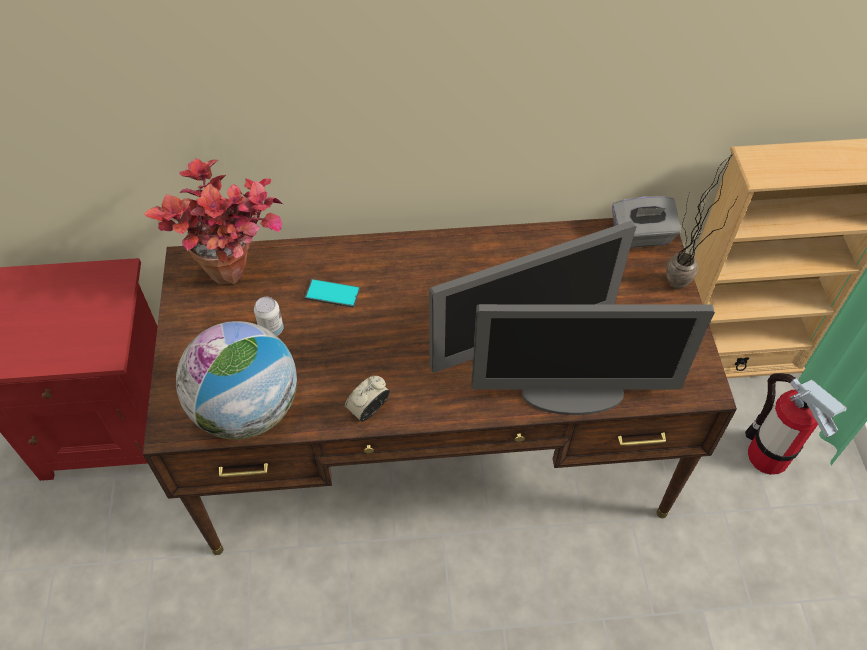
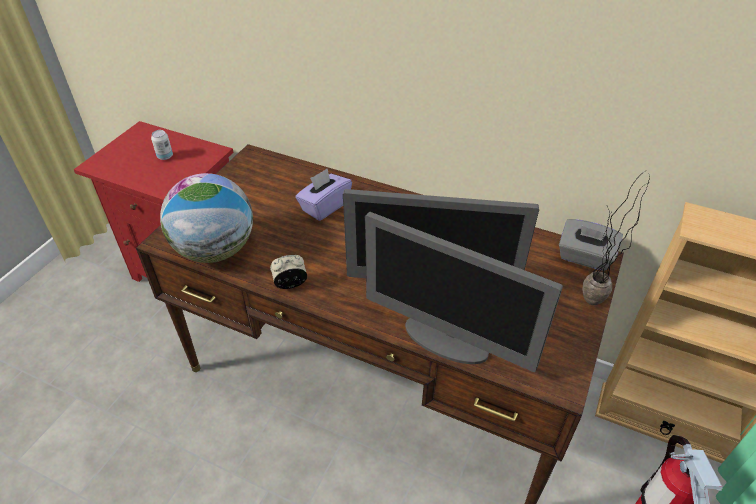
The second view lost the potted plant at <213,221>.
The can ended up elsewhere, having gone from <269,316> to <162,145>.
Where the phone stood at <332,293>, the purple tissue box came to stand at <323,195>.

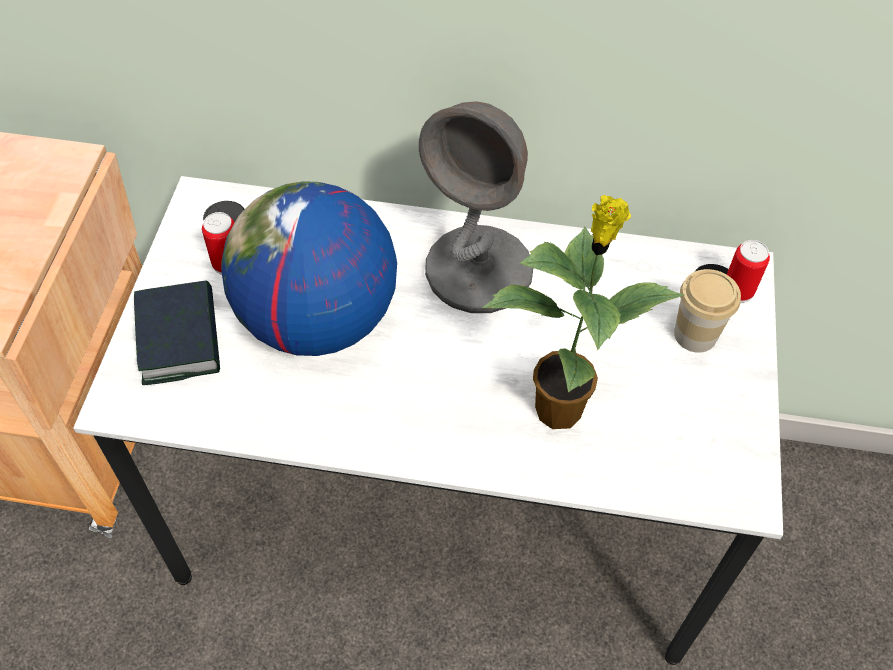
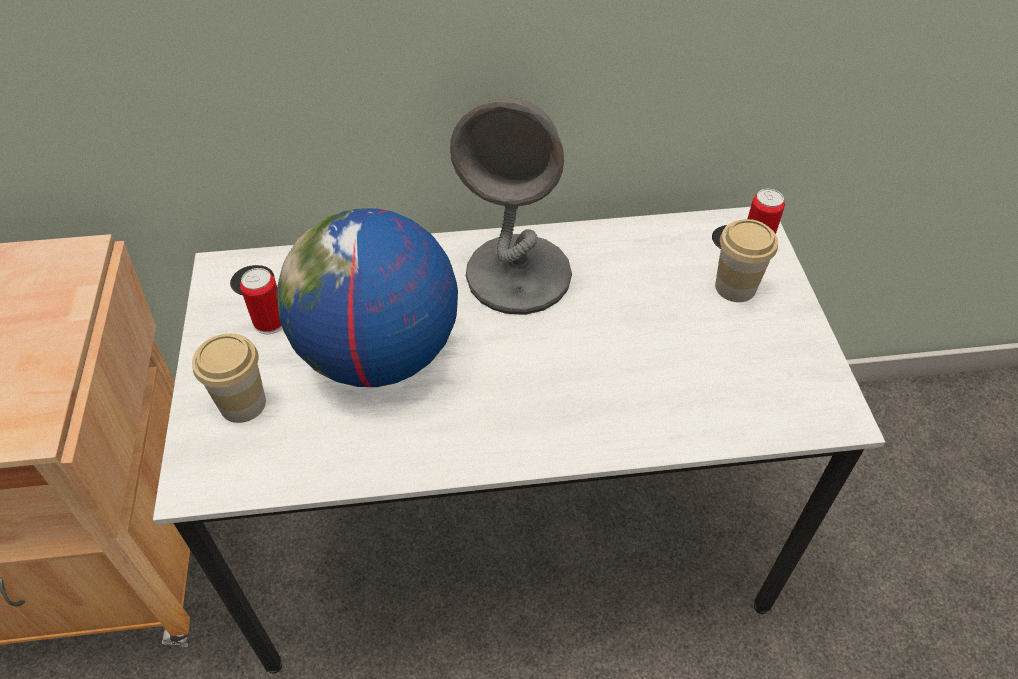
Where the book stood at <177,332>, the cup came to stand at <229,378>.
The second view lost the potted plant at <583,312>.

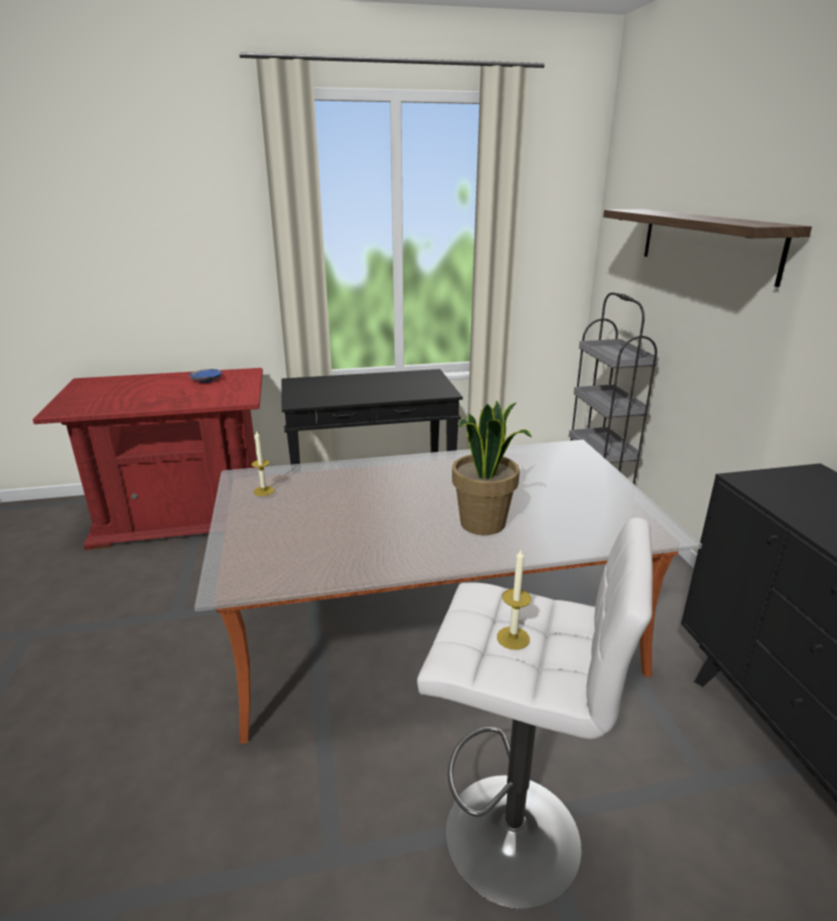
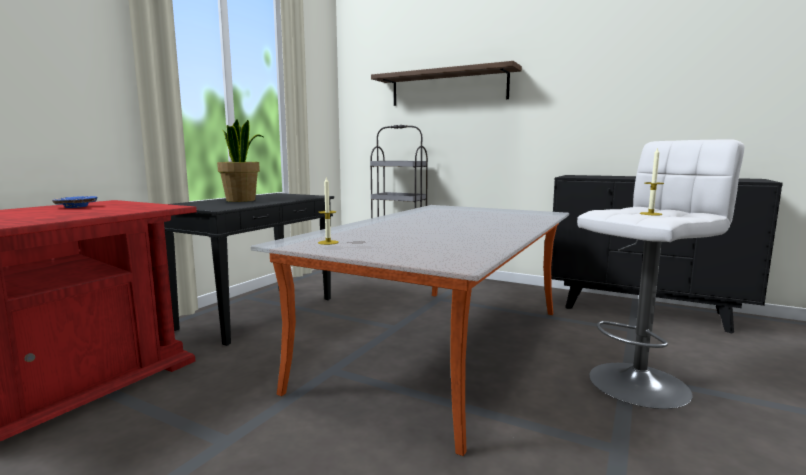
The potted plant ended up elsewhere, having gone from <492,468> to <240,160>.

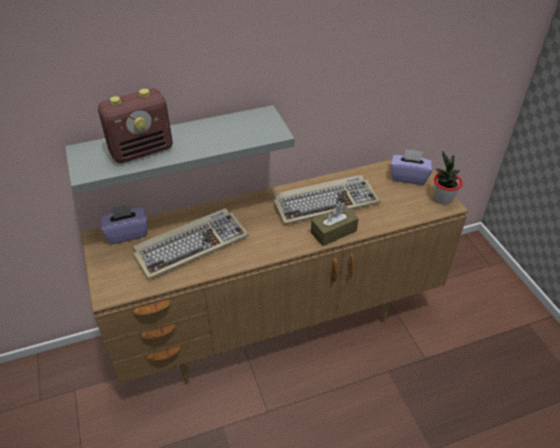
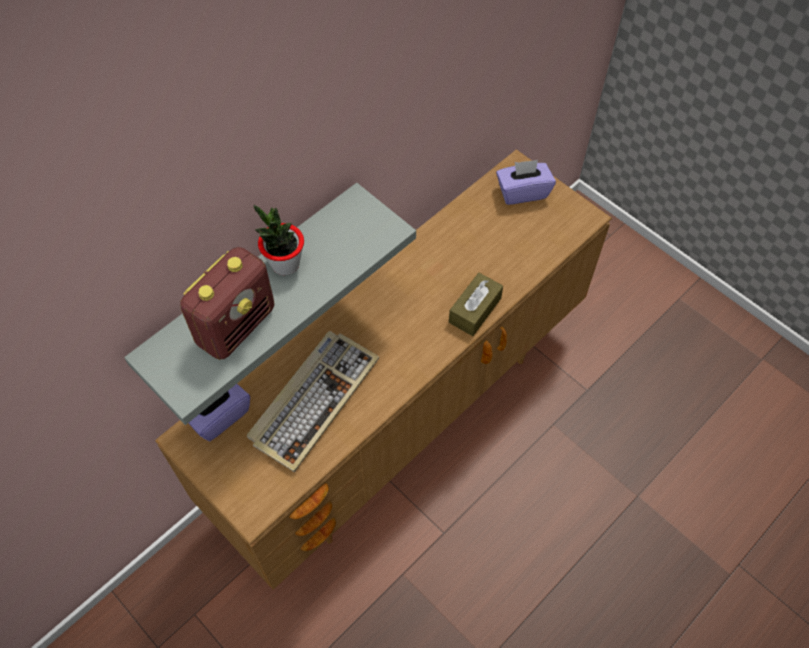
The second view lost the keyboard at <327,200>.
The potted plant ended up elsewhere, having gone from <448,178> to <279,240>.

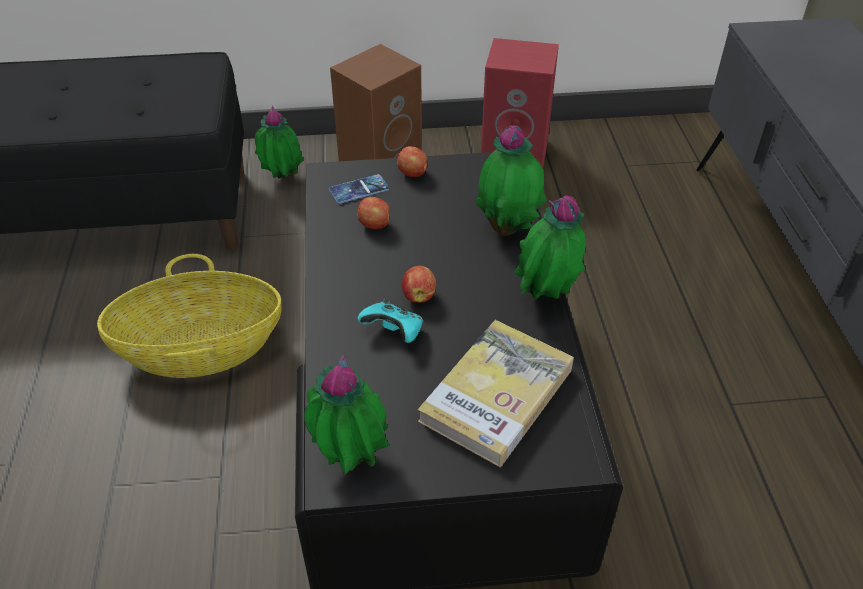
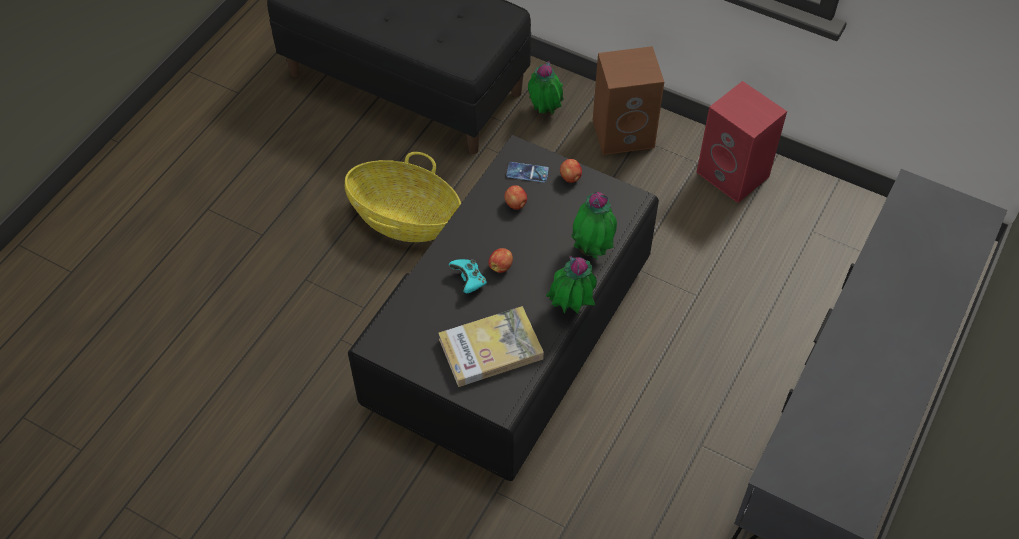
The second view lost the potted plant at <347,414>.

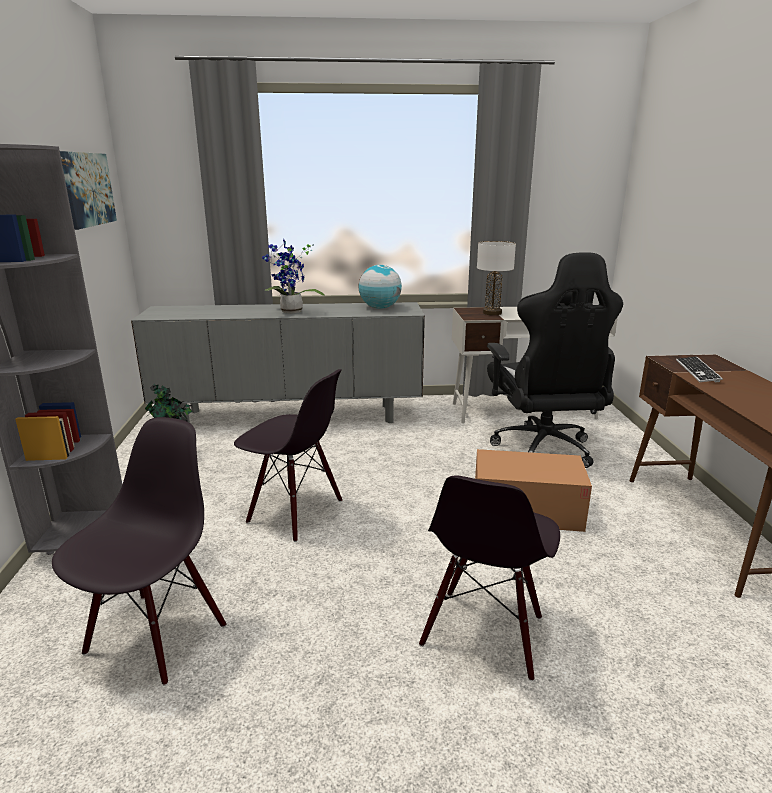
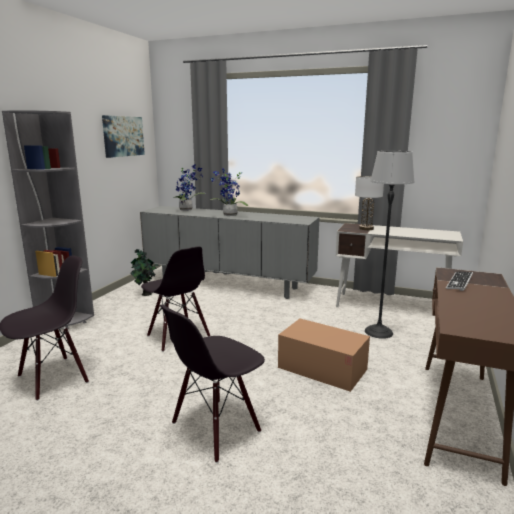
The second view lost the globe at <380,287>.
Where the black office chair stood at <555,360>, the floor lamp came to stand at <390,245>.
The second view gained the potted plant at <190,187>.

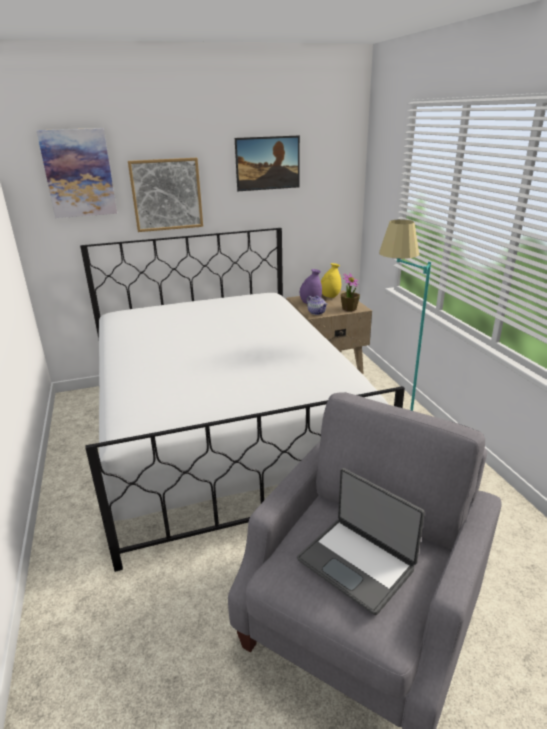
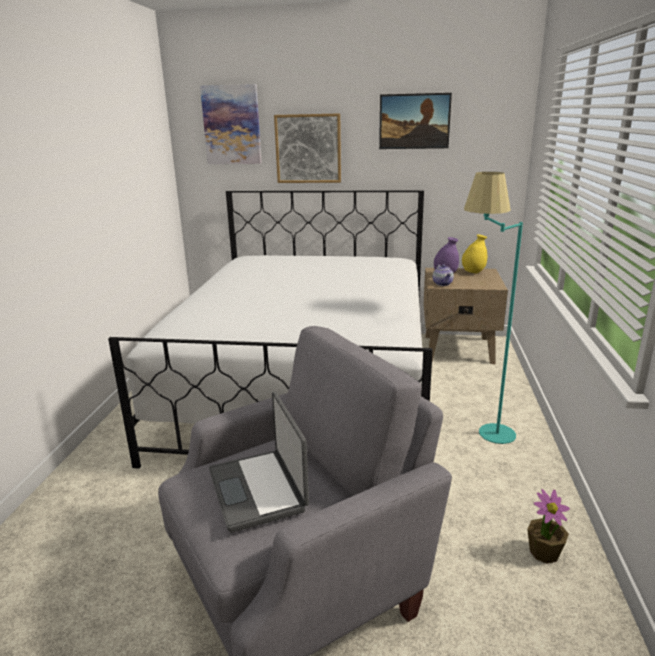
The potted plant ended up elsewhere, having gone from <350,292> to <548,526>.

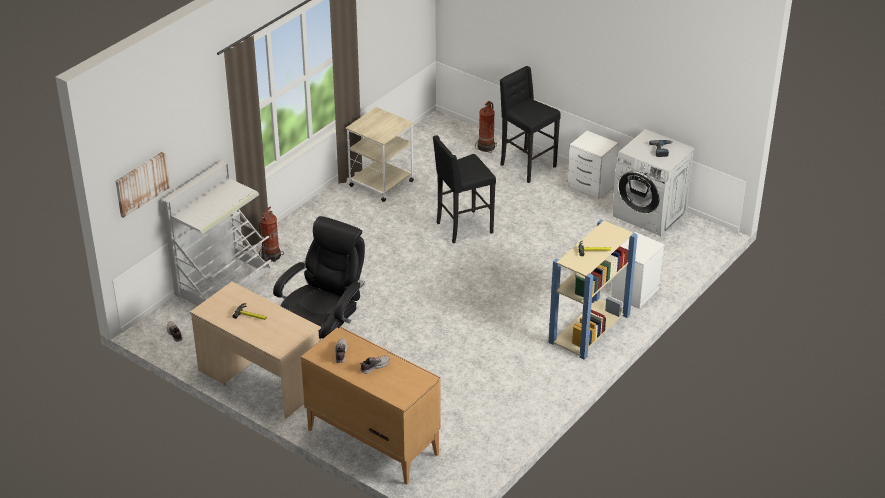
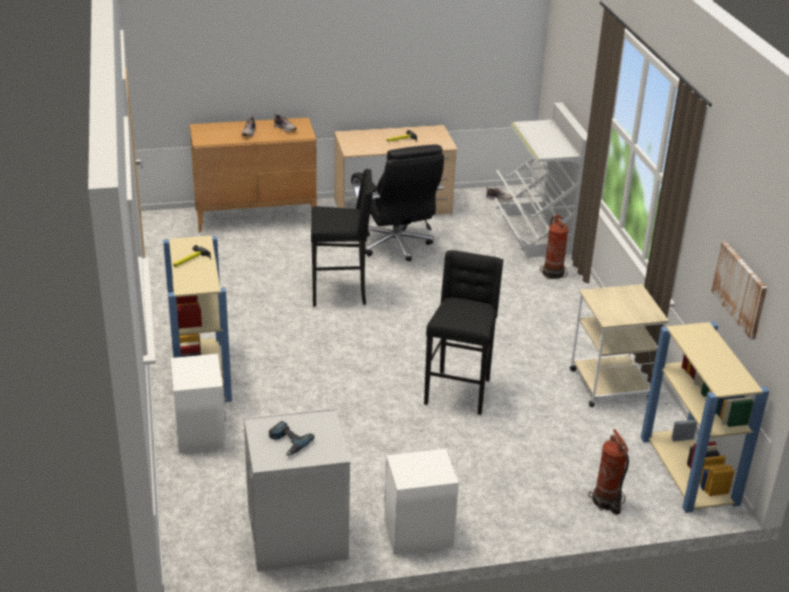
The picture ended up elsewhere, having gone from <143,184> to <739,290>.
The black stool ended up elsewhere, having gone from <530,124> to <342,238>.
The second view gained the beige bookcase at <705,417>.

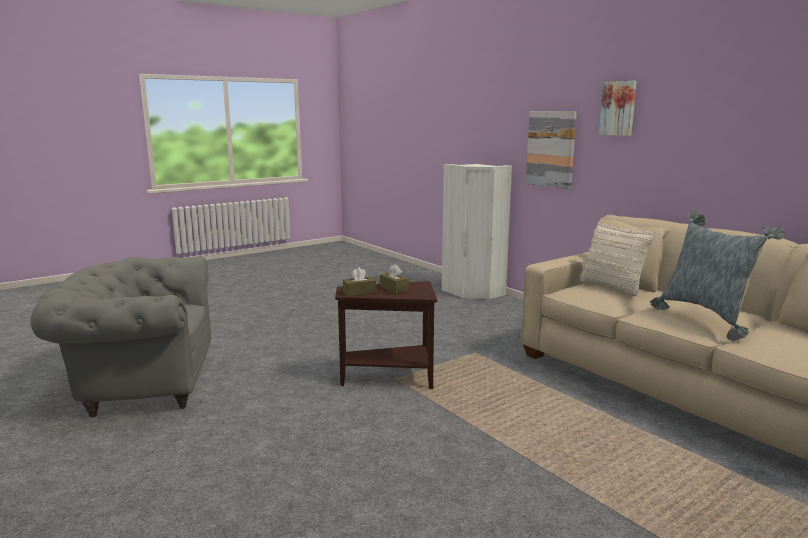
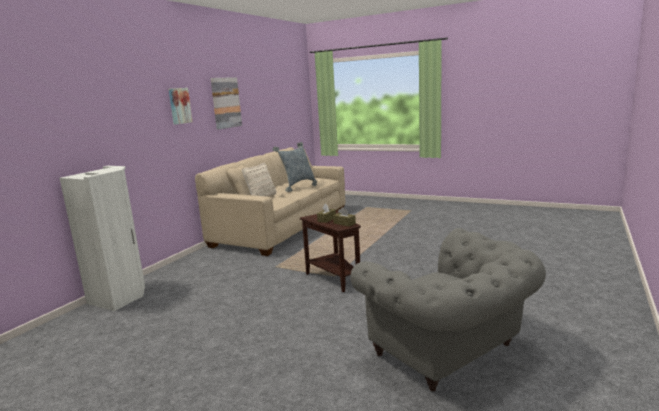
The picture ended up elsewhere, having gone from <551,150> to <226,103>.

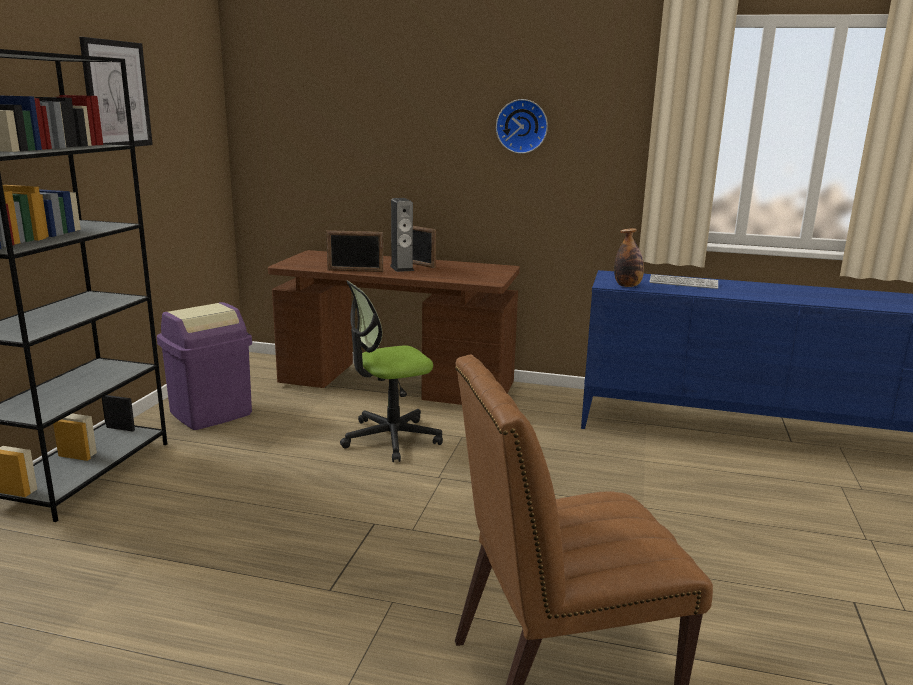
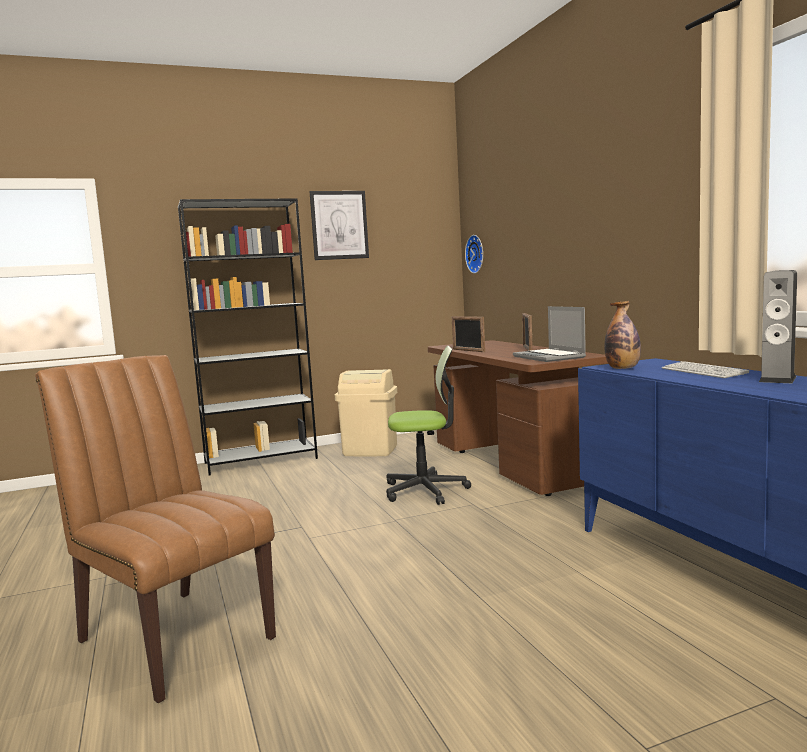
What was the purple trash can at <204,366> turned into the beige trash can at <366,413>.
The office chair at <391,371> ended up facing another way, 150 degrees clockwise from before.
The speaker ended up elsewhere, having gone from <402,235> to <778,326>.
The wall clock ended up elsewhere, having gone from <522,126> to <474,254>.
The second view gained the laptop at <549,334>.

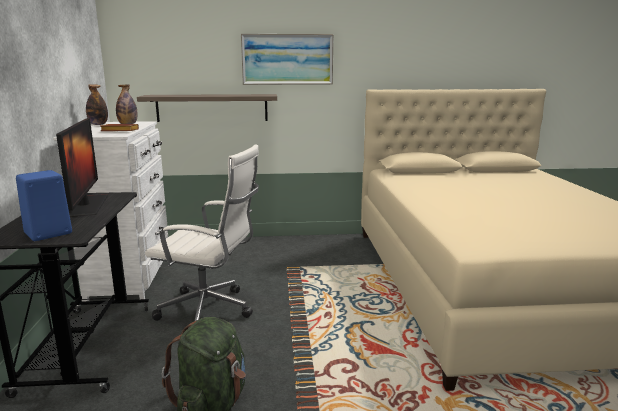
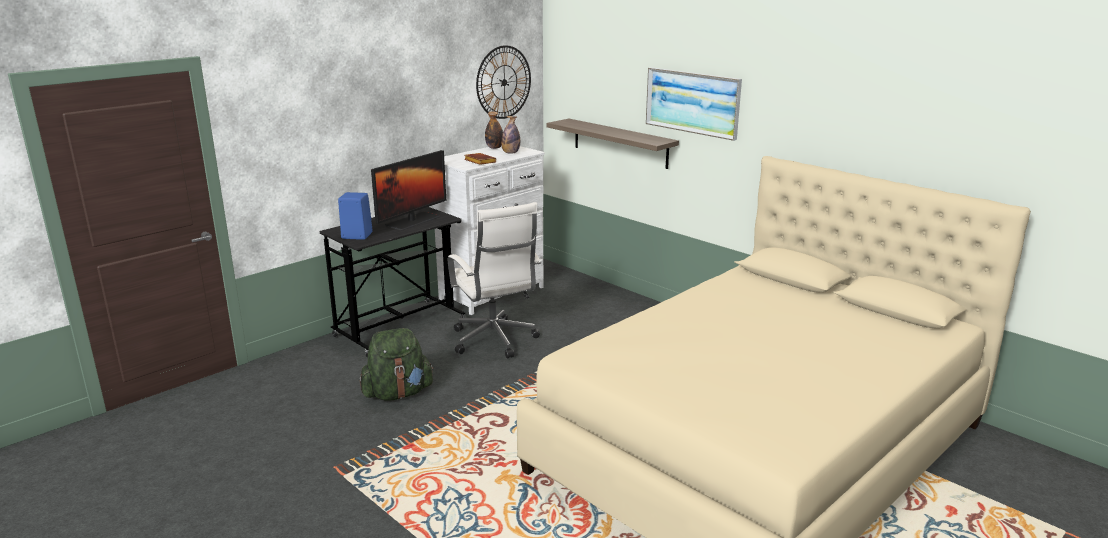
The second view gained the wall clock at <503,82>.

